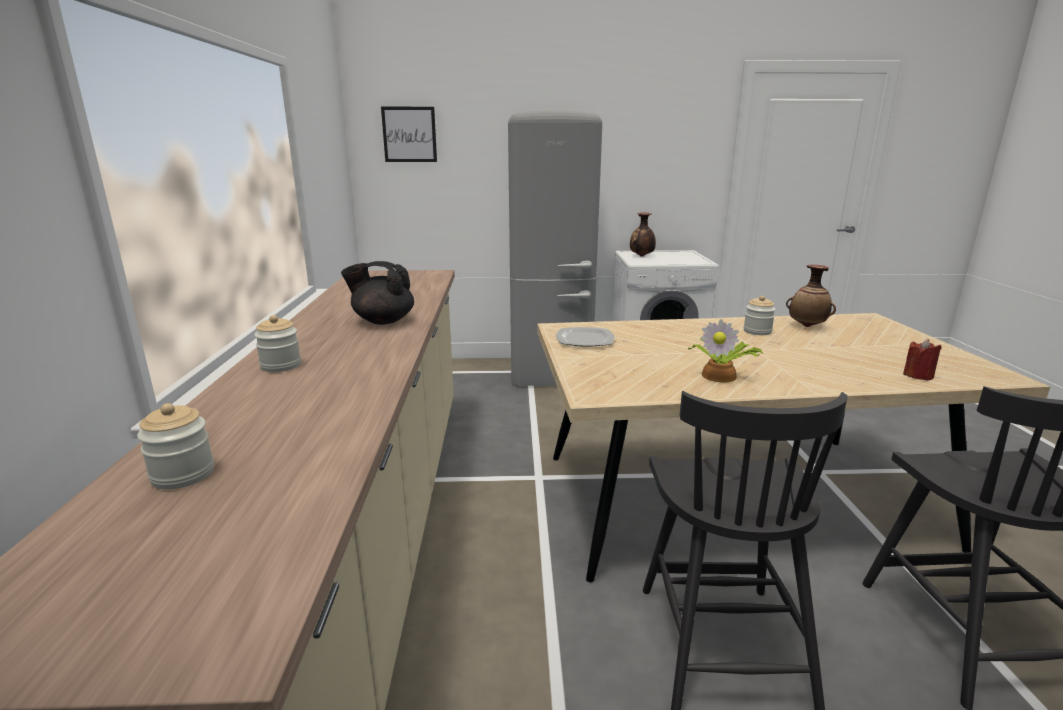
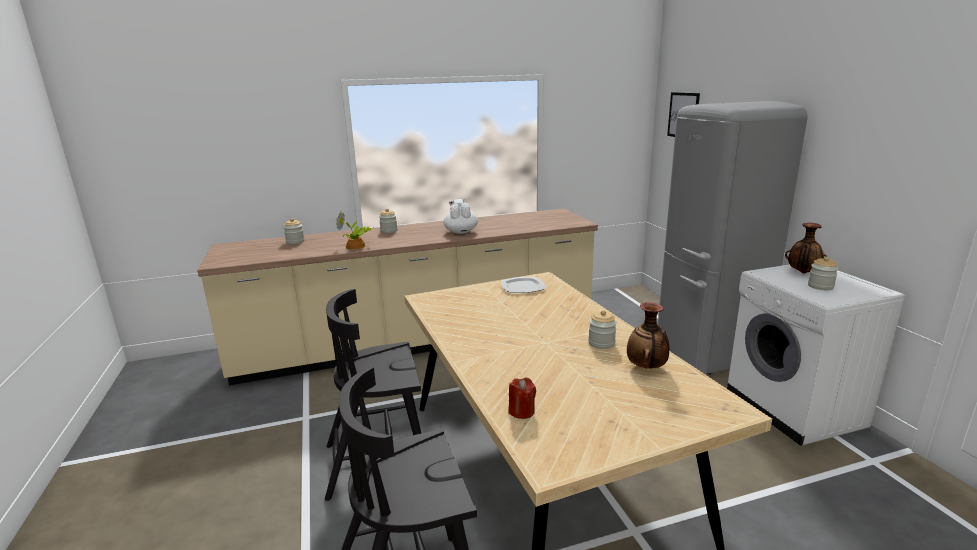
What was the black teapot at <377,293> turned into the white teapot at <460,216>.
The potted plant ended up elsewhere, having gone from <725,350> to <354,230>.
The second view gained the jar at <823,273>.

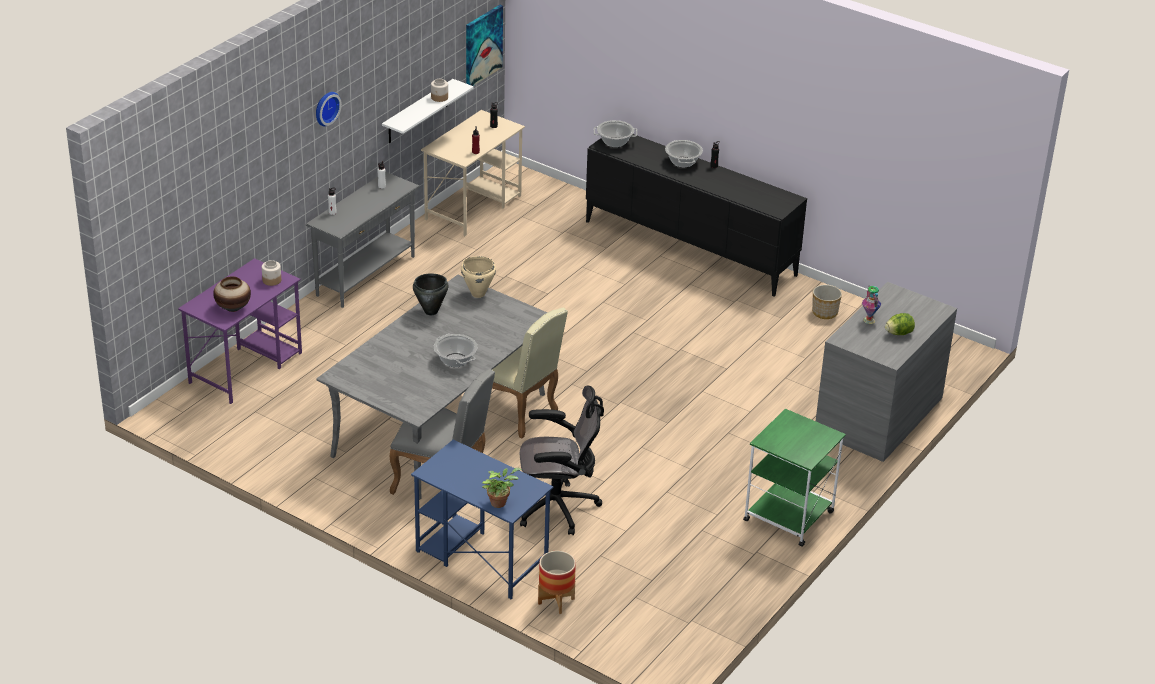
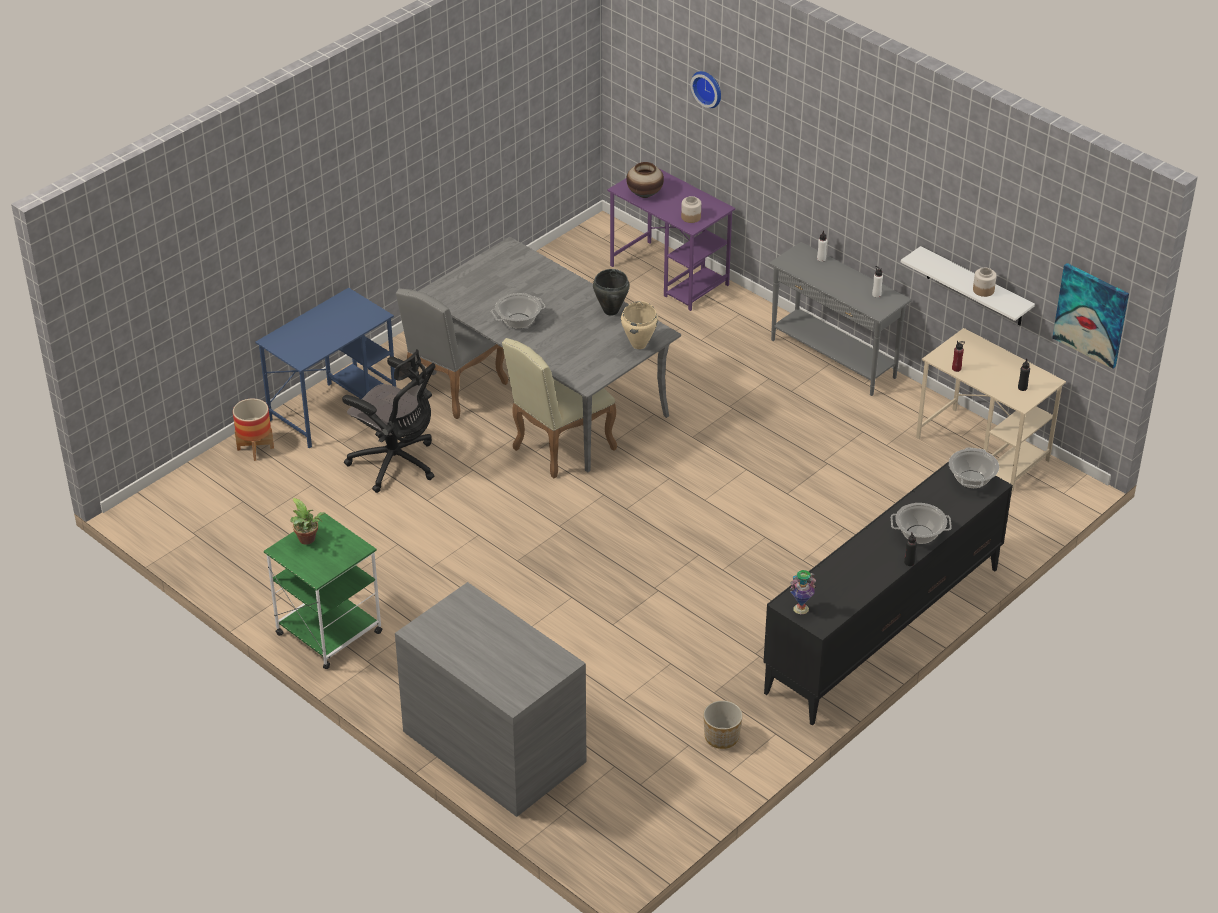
The wall clock ended up elsewhere, having gone from <329,109> to <705,89>.
The potted plant ended up elsewhere, having gone from <502,488> to <308,521>.
The office chair at <562,460> ended up facing another way, 60 degrees counterclockwise from before.
The vase ended up elsewhere, having gone from <871,304> to <803,592>.
The second view lost the lettuce at <900,324>.

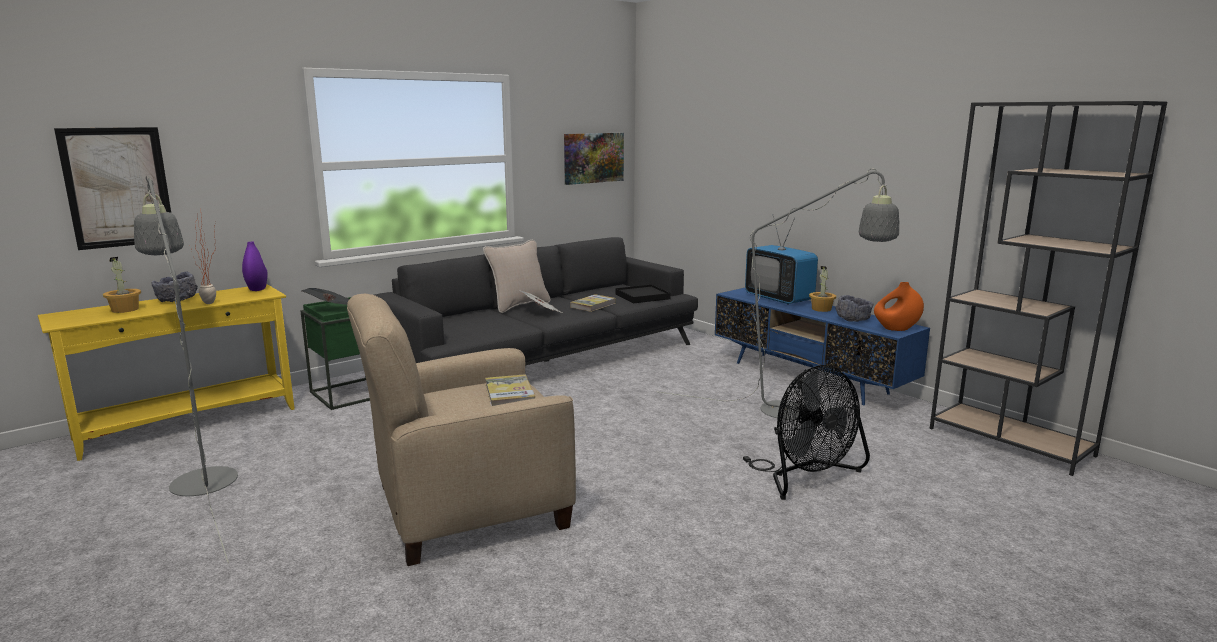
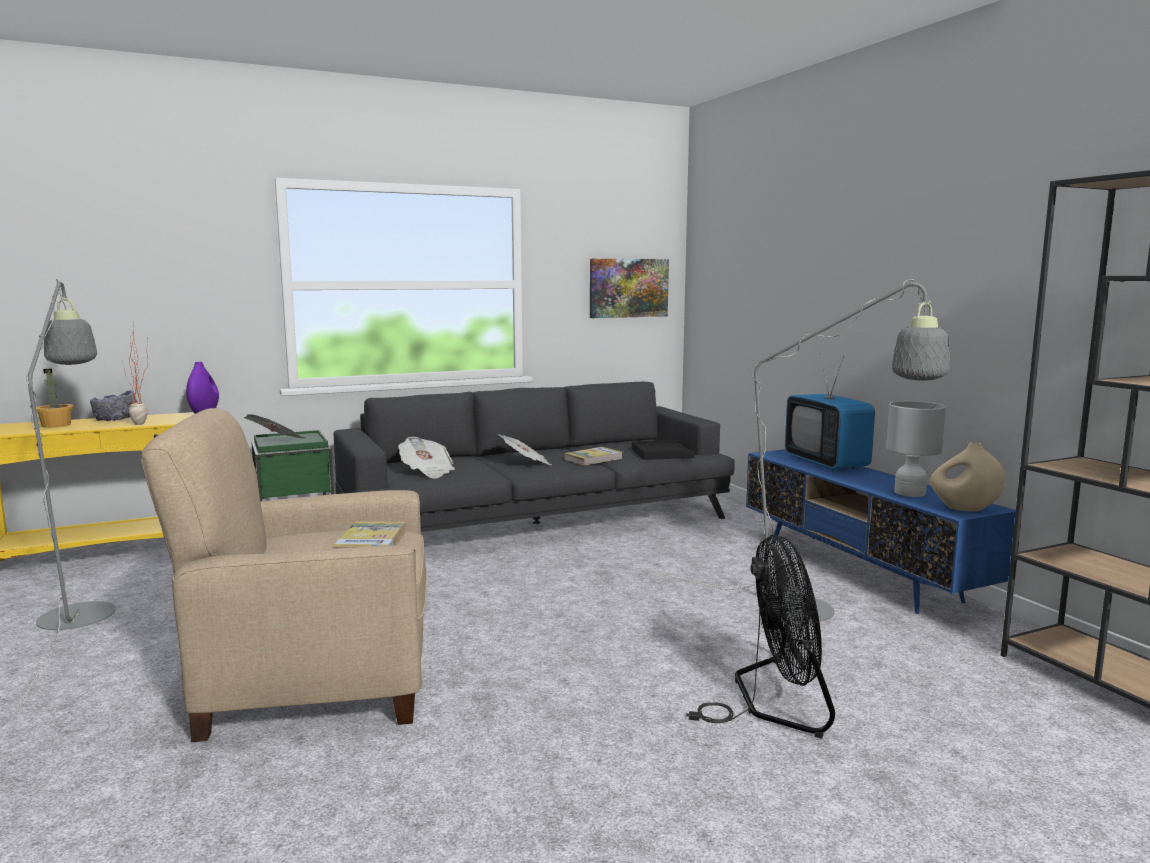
The second view lost the picture at <112,188>.
The second view lost the beige pillow at <516,276>.
The black fan at <806,432> ended up facing another way, 75 degrees counterclockwise from before.
The second view lost the potted plant at <822,289>.
Where the grey bowl stood at <854,308>, the grey table lamp came to stand at <916,449>.
What was the orange vase at <899,306> turned into the beige vase at <968,477>.
The second view gained the newspaper at <426,458>.

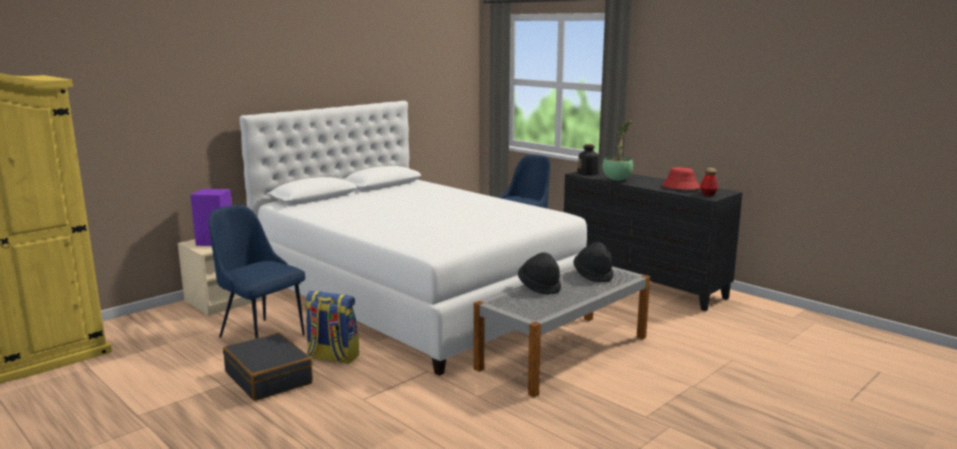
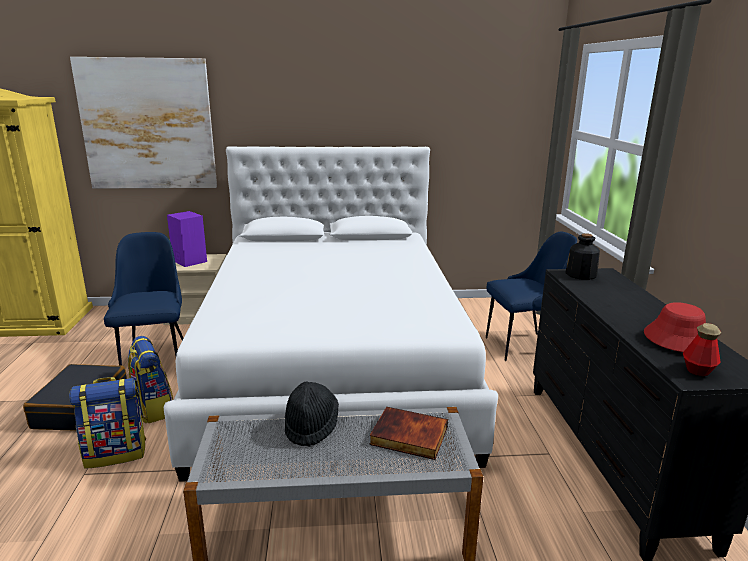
Where the black hat stood at <593,262>, the book came to stand at <408,433>.
The second view lost the potted plant at <617,150>.
The second view gained the backpack at <107,423>.
The second view gained the picture at <143,123>.

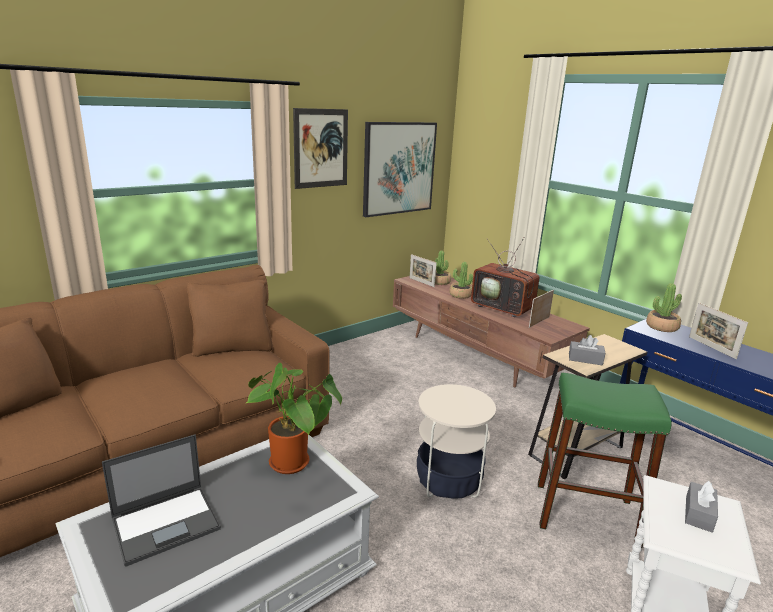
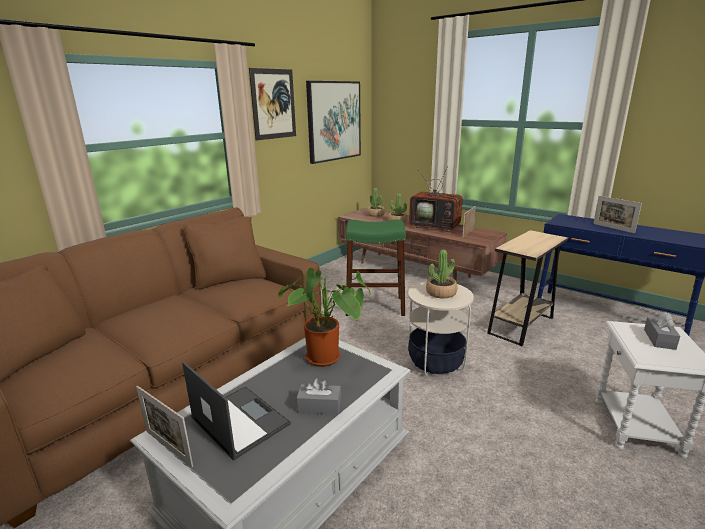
The laptop at <161,500> ended up facing another way, 90 degrees counterclockwise from before.
The picture frame ended up elsewhere, having gone from <423,270> to <164,426>.
The green stool ended up elsewhere, having gone from <605,460> to <376,267>.
The grey tissue box ended up elsewhere, having gone from <587,350> to <318,396>.
The potted plant ended up elsewhere, having gone from <664,307> to <442,274>.

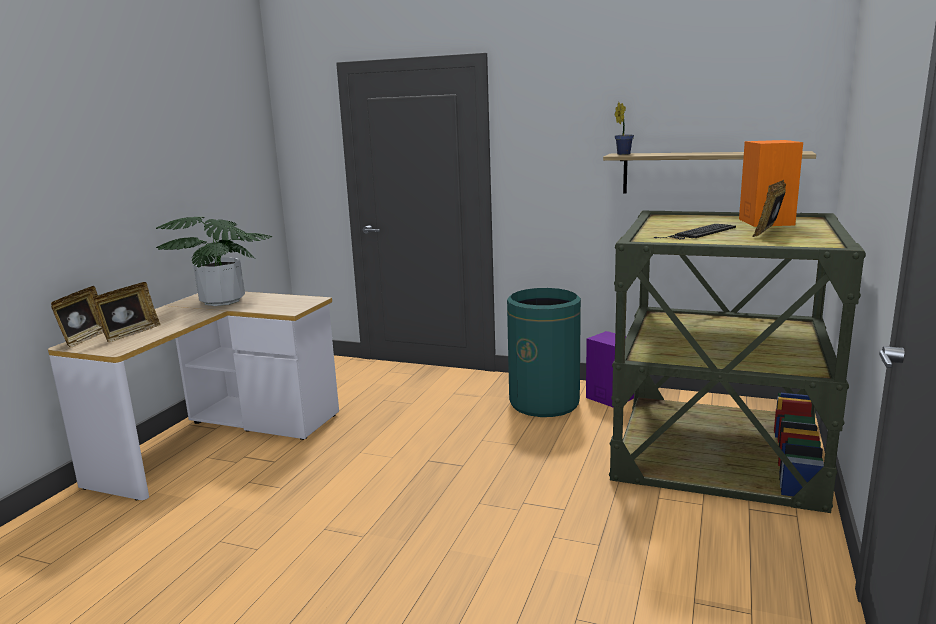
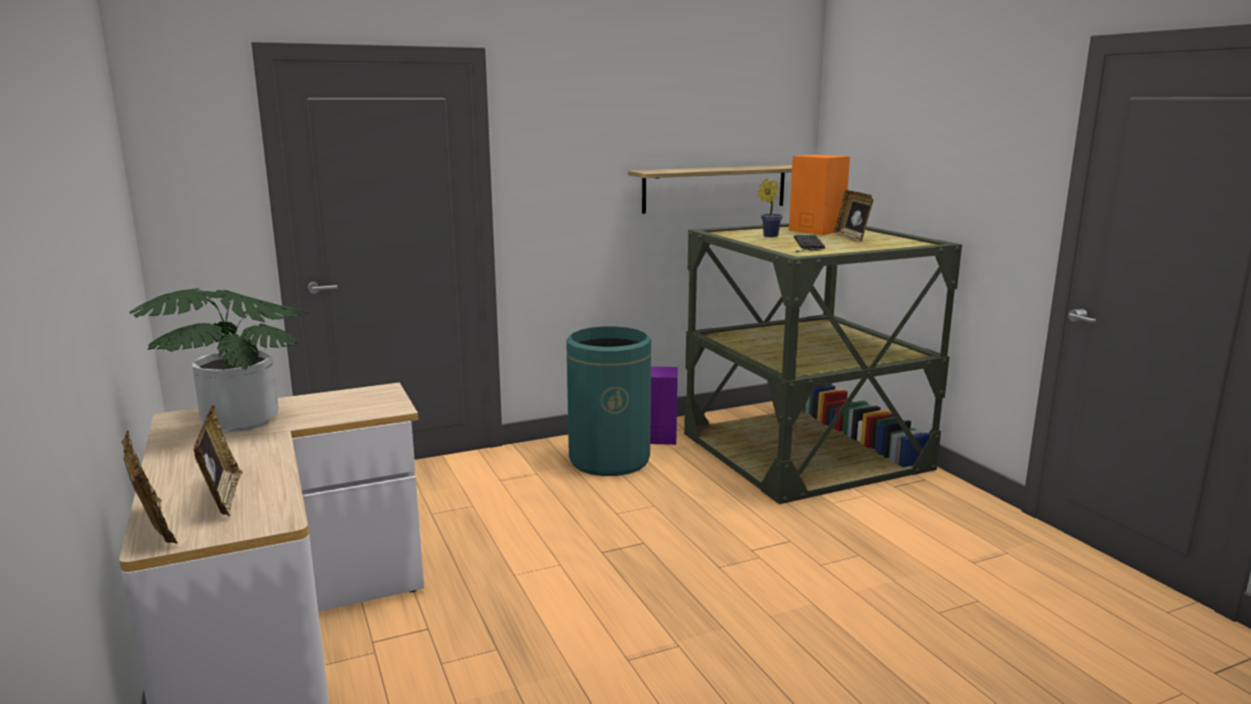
The potted plant ended up elsewhere, having gone from <624,128> to <770,208>.

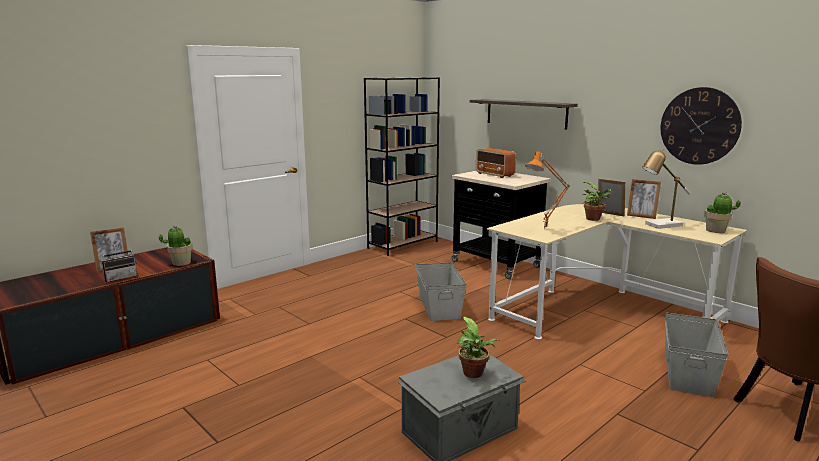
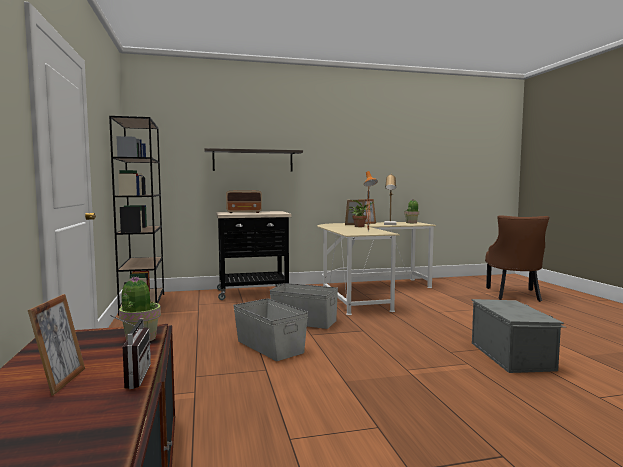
The second view lost the potted plant at <478,347>.
The second view lost the wall clock at <701,126>.
The grey storage box ended up elsewhere, having gone from <696,354> to <270,329>.

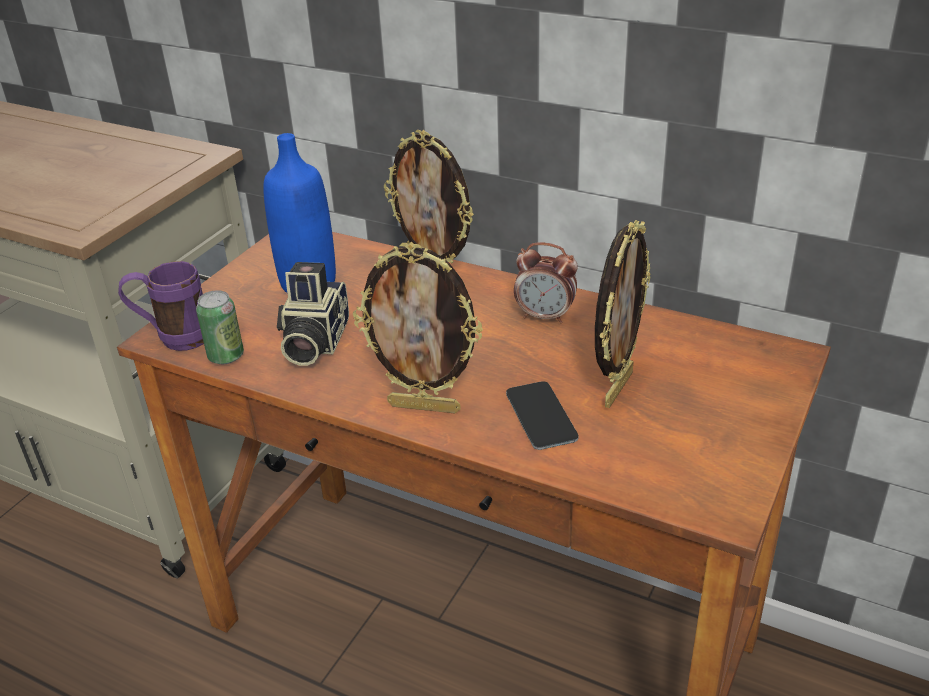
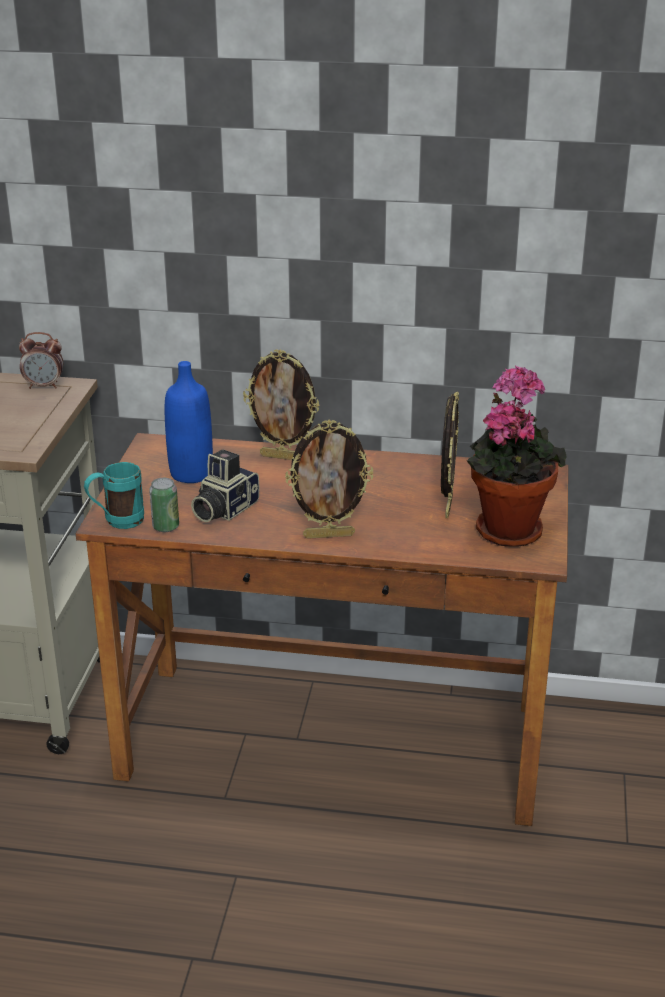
What was the purple mug at <161,306> turned into the turquoise mug at <114,495>.
The photo camera at <313,314> ended up facing another way, 45 degrees clockwise from before.
The second view lost the phone at <542,415>.
The alarm clock ended up elsewhere, having gone from <546,283> to <41,360>.
The second view gained the potted plant at <517,456>.

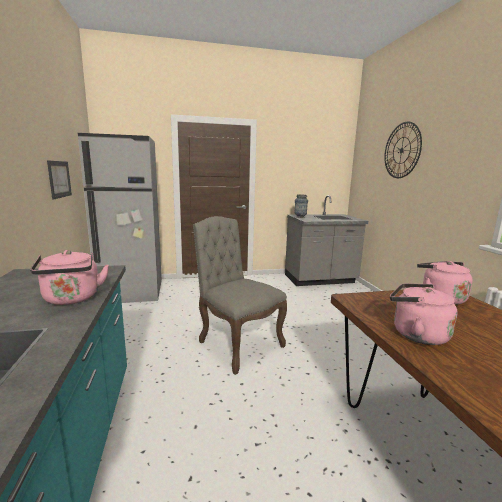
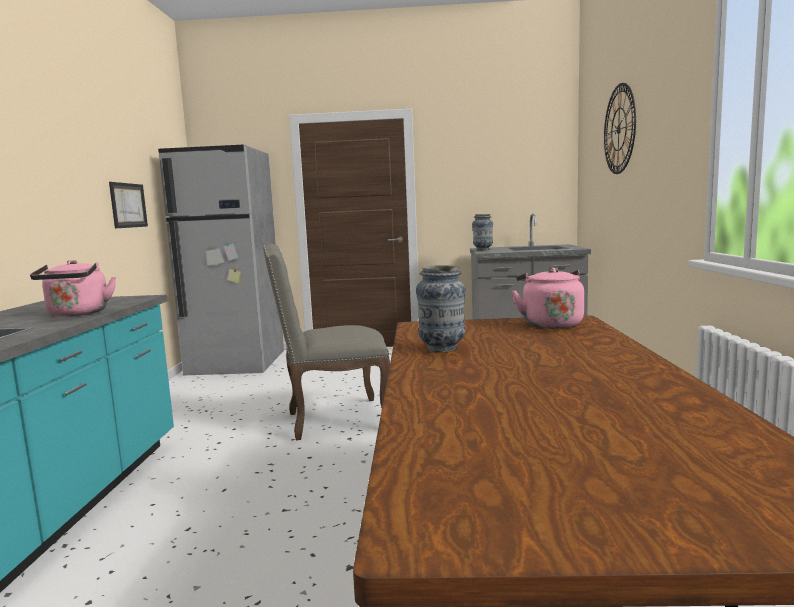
The grey chair at <240,295> ended up facing another way, 75 degrees counterclockwise from before.
Where the pink kettle stood at <424,314>, the vase came to stand at <441,309>.

